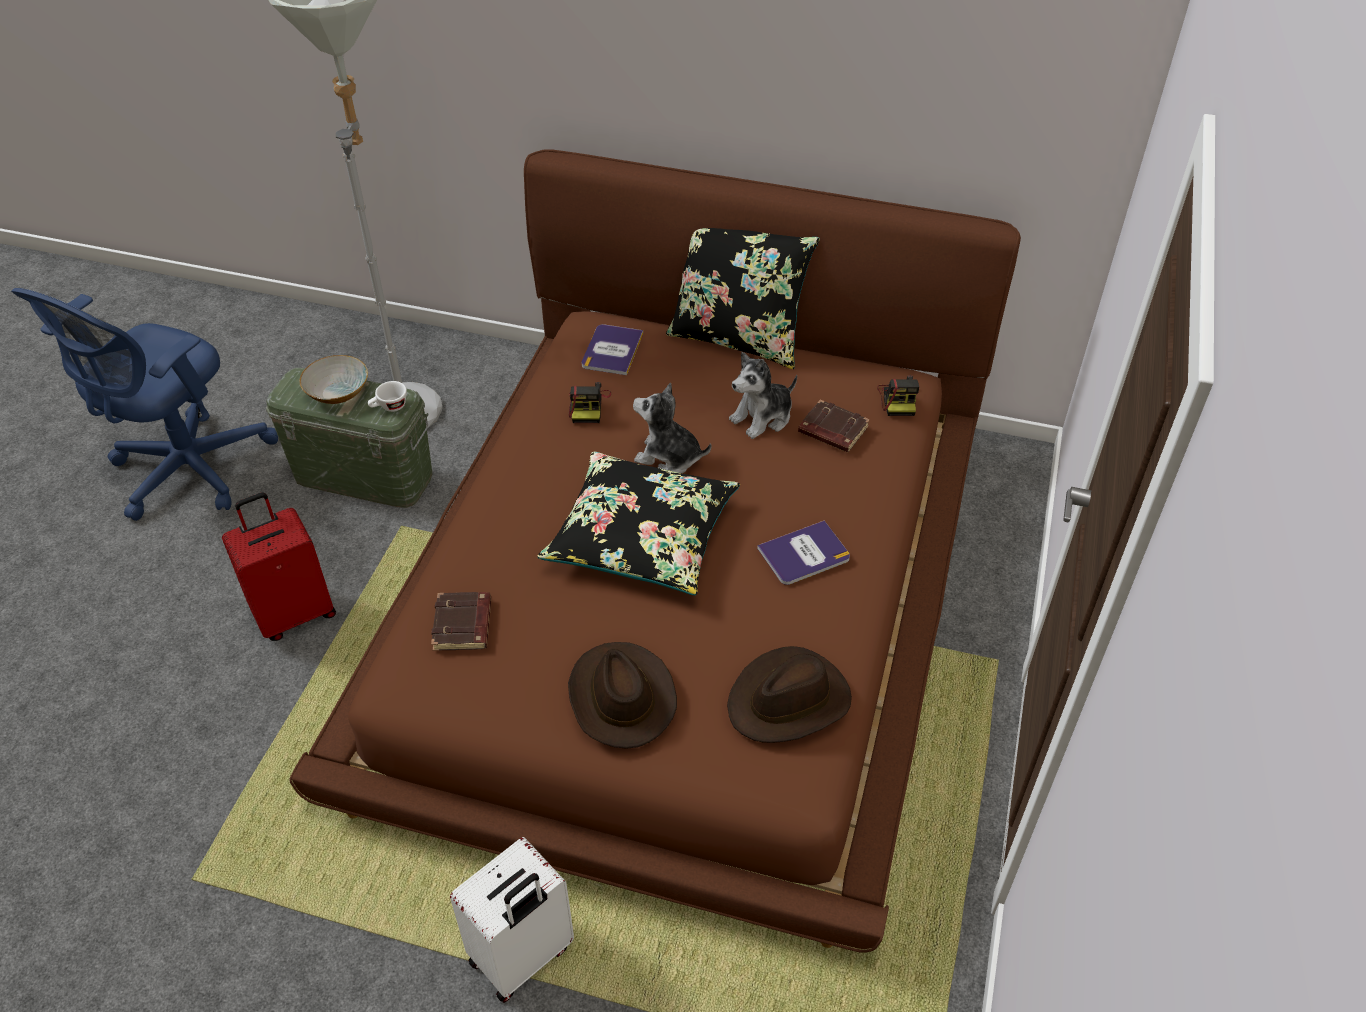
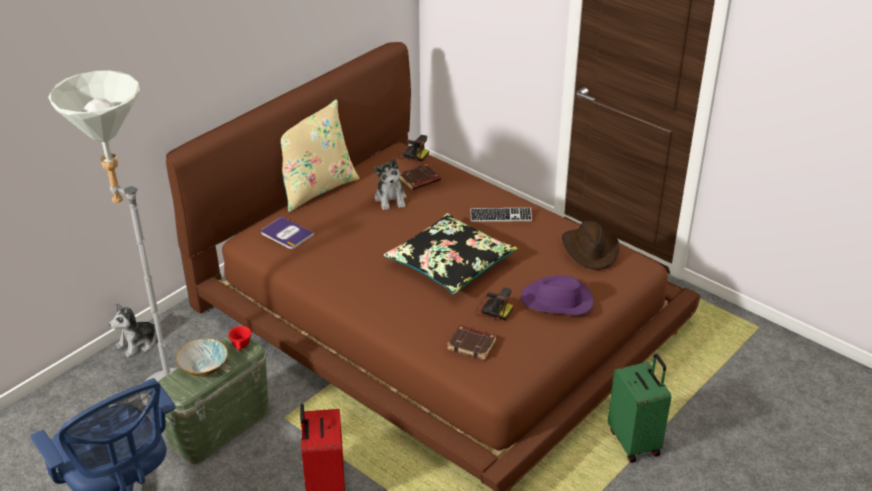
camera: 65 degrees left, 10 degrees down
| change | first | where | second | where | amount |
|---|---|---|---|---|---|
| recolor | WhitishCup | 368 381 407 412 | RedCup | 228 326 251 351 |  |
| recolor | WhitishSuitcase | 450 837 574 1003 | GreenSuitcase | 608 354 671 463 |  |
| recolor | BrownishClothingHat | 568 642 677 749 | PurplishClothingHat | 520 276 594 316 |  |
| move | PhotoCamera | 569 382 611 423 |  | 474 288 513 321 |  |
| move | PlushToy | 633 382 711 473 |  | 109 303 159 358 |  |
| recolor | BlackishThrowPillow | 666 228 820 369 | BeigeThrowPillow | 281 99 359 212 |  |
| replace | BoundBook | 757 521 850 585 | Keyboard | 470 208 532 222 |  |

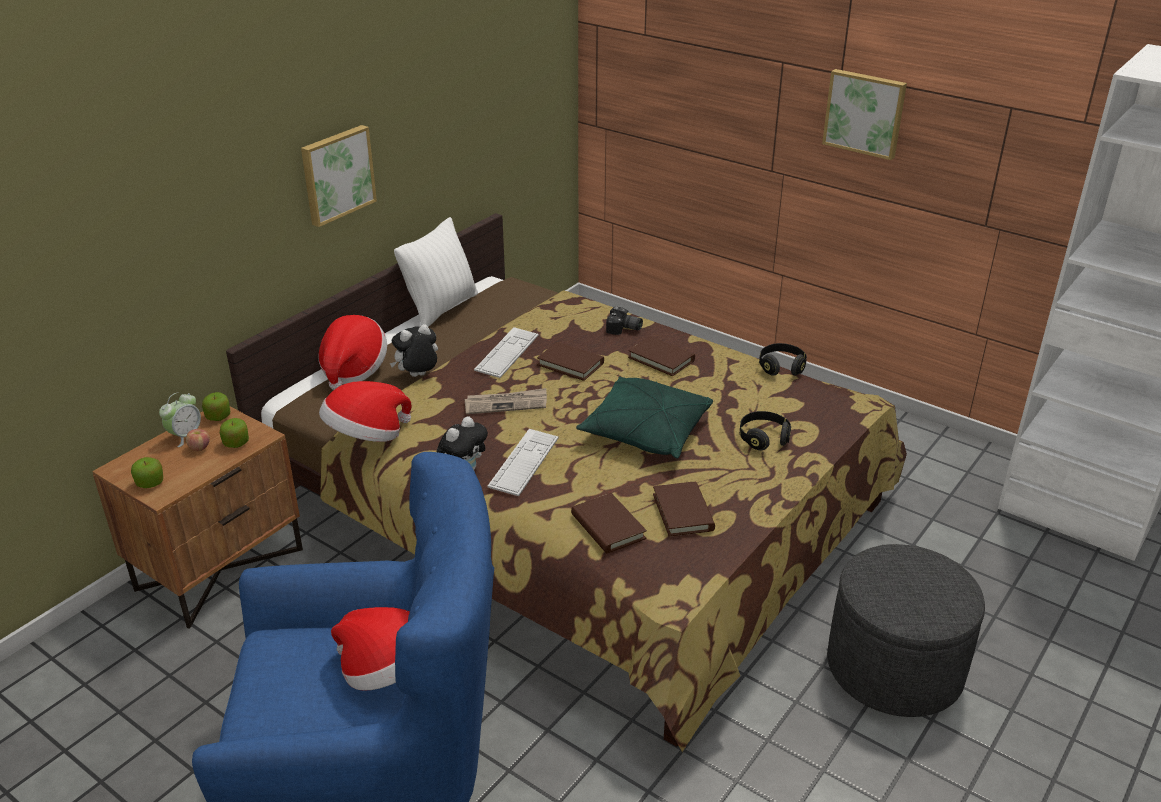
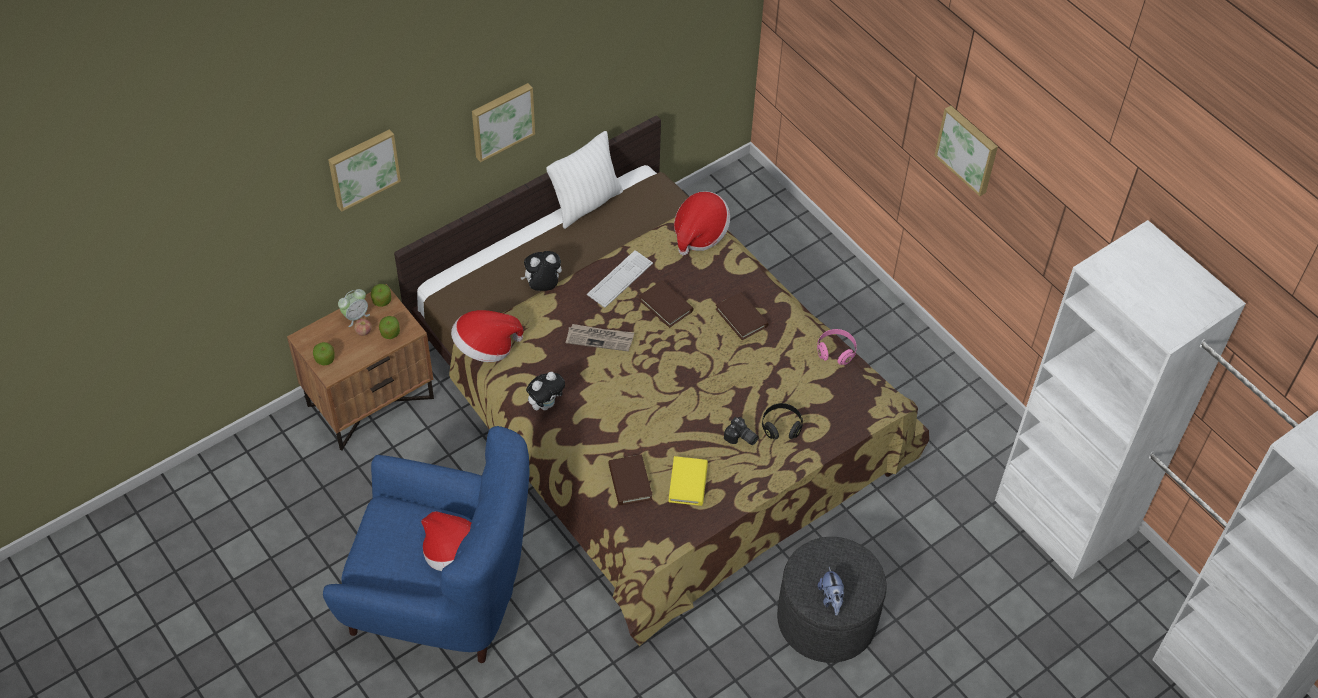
camera: 15 degrees right, 20 degrees up
| change | first | where | second | where | amount |
|---|---|---|---|---|---|
| move | ClothingHat | 318 315 387 390 |  | 674 191 730 255 |  |
| delete | Keyboard | 488 429 558 496 |  |  |  |
| delete | GreenThrowPillow | 576 376 713 459 |  |  |  |
| move | PhotoCamera | 606 307 643 335 |  | 724 417 759 445 |  |
| recolor | BrownishBoundBook | 653 482 715 537 | YellowBoundBook | 668 456 708 506 |  |
| recolor | BlackishHeadphones | 759 343 807 376 | PinkColouredHeadphones | 817 329 857 365 |  |
| insert |  |  | WallPicture | 328 129 401 212 |  |
| insert |  |  | PlushToy | 818 567 844 616 |  |

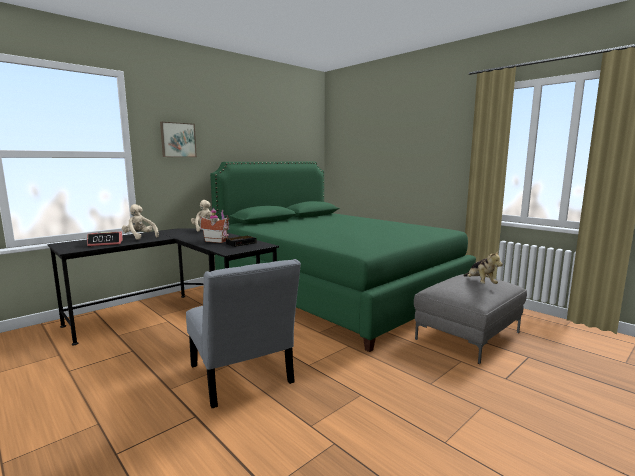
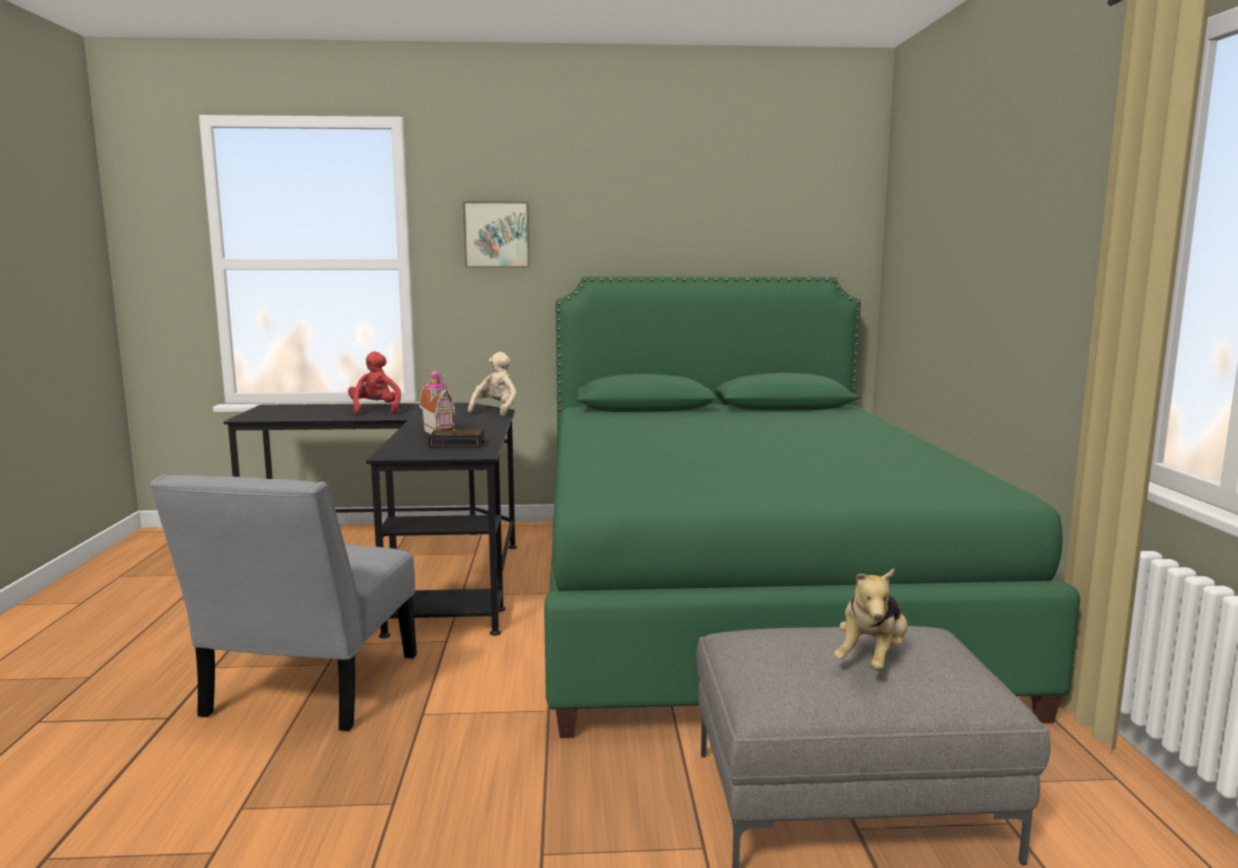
camera: 40 degrees right, 0 degrees up
| change | first | where | second | where | amount |
|---|---|---|---|---|---|
| delete | TableClock | 87 232 123 246 |  |  |  |
| recolor | BeigePlushToy | 122 204 159 240 | RedPlushToy | 348 351 401 414 |  |

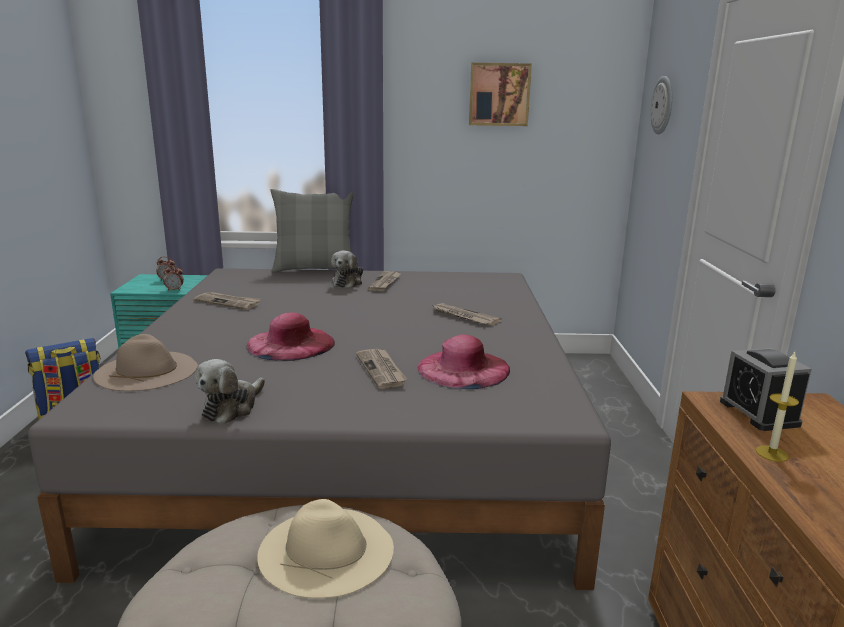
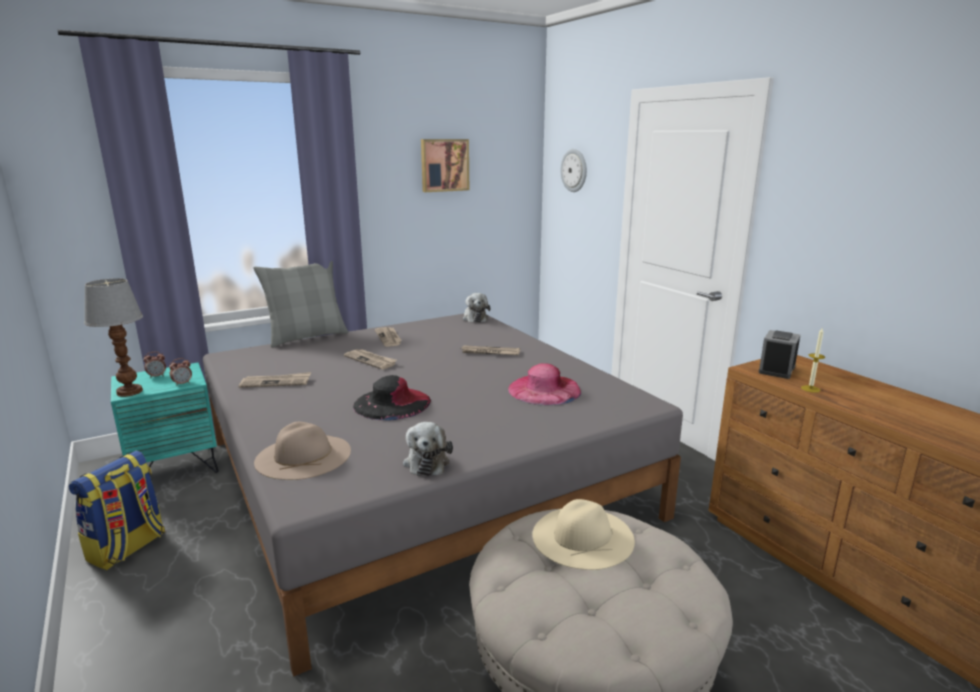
camera: 30 degrees left, 0 degrees up
| change | first | where | second | where | amount |
|---|---|---|---|---|---|
| recolor | PinkColouredClothingHat | 247 313 335 361 | BlackishClothingHat | 353 375 431 421 |  |
| move | PlushToy | 331 250 363 288 |  | 462 293 490 323 |  |
| move | DailyPaper | 356 349 407 389 |  | 344 349 397 370 |  |
| rotate | TableClock | 720 348 812 431 |  | 759 330 801 379 | 75 degrees clockwise |
| insert |  |  | LampForATable | 84 278 143 397 |  |

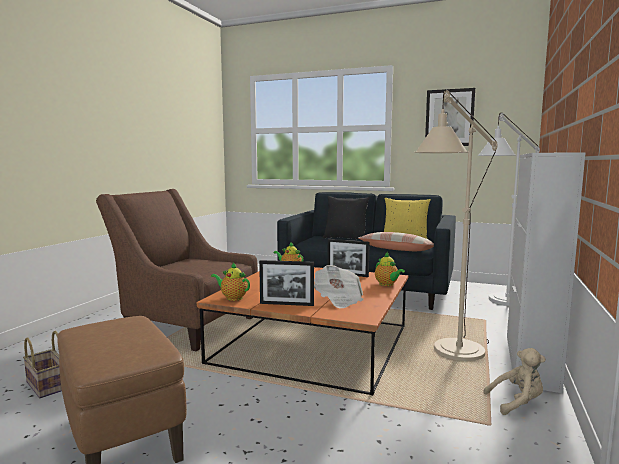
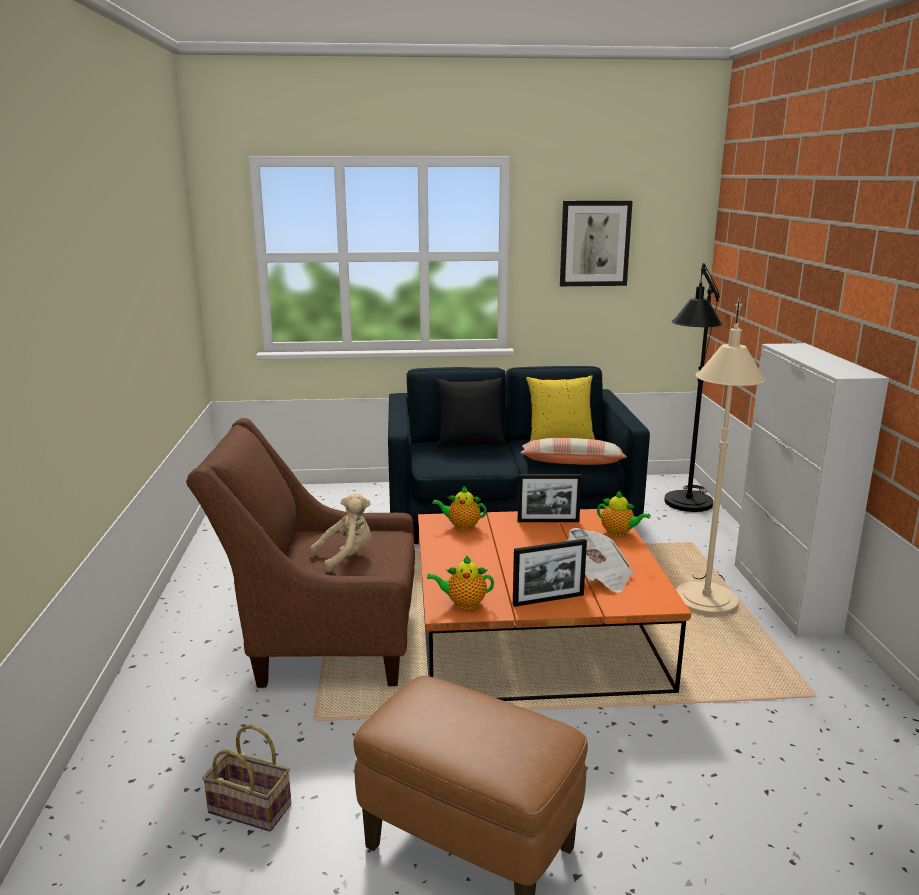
camera: 25 degrees left, 10 degrees up
| change | first | where | second | where | amount |
|---|---|---|---|---|---|
| recolor | WhitishFloorLamp | 477 112 540 306 | BlackishFloorLamp | 664 263 723 512 |  |
| move | BeigePlushToy | 483 348 546 415 |  | 310 493 372 572 |  |

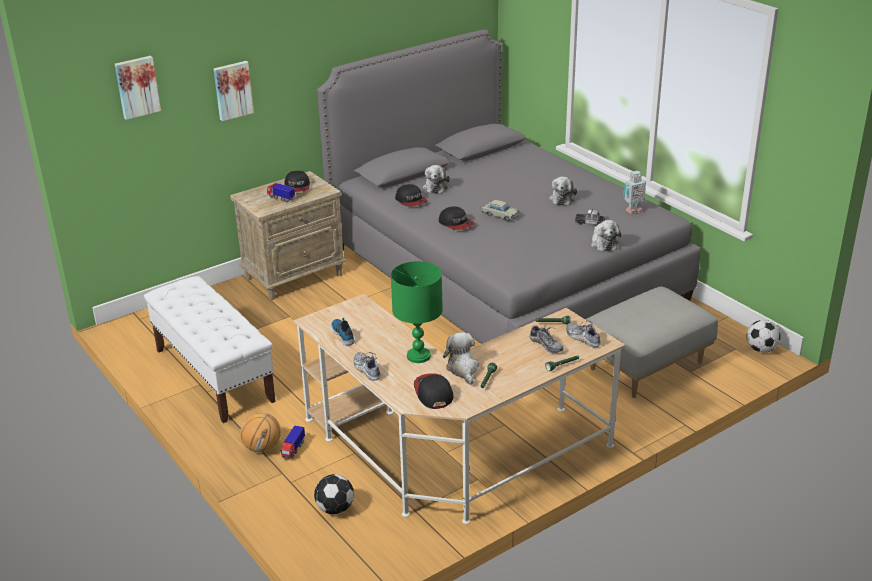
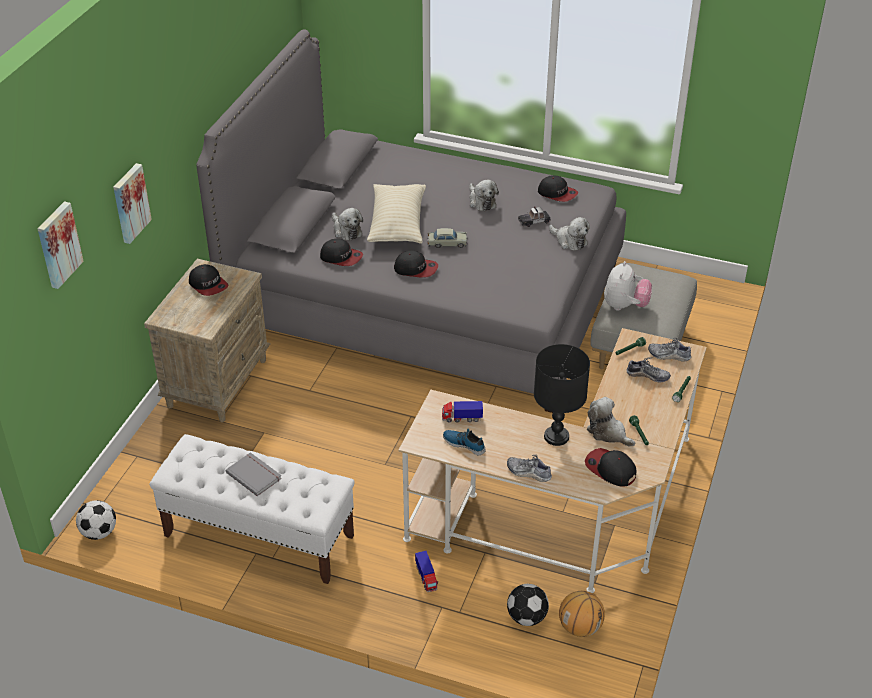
camera: 35 degrees left, 10 degrees up
| change | first | where | second | where | amount |
|---|---|---|---|---|---|
| move | Basketball | 240 412 281 452 |  | 559 591 605 637 |  |
| move | ToyTruck | 267 183 295 202 |  | 442 401 483 423 |  |
| recolor | GreenLampForATable | 391 261 443 363 | BlackishLampForATable | 534 344 590 446 |  |
| replace | RobotFigure | 623 171 646 214 | PeakedCap | 538 175 578 202 |  |
| move | Football | 747 320 781 353 |  | 76 500 116 540 |  |
| insert |  |  | GreyBoundBook | 226 452 282 496 |  |
| insert |  |  | BeigeThrowPillow | 367 184 426 244 |  |
| insert |  |  | PlushToy | 604 261 652 311 |  |

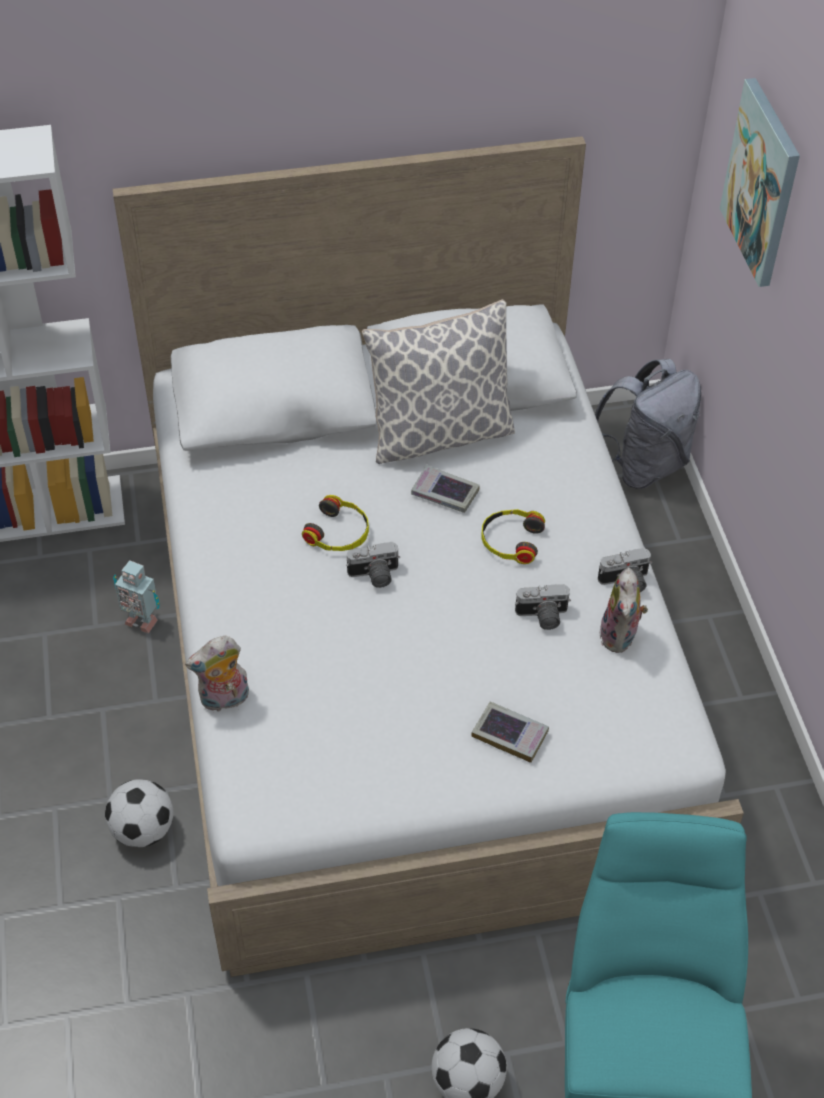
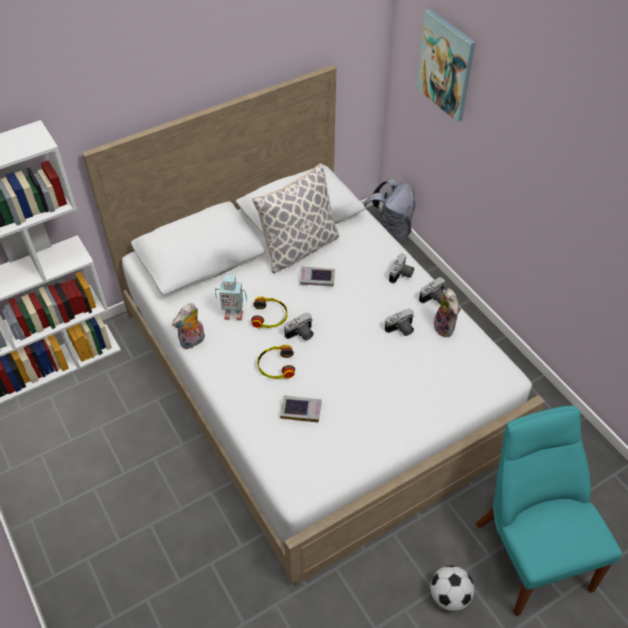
camera: 20 degrees left, 0 degrees up
| change | first | where | second | where | amount |
|---|---|---|---|---|---|
| delete | Football | 105 779 173 847 |  |  |  |
| move | RobotFigure | 113 560 160 634 |  | 215 275 247 321 |  |
| move | PlushToy | 185 636 249 712 |  | 172 303 205 350 |  |
| move | BoundBook | 471 701 549 763 |  | 280 396 321 422 |  |
| move | Headphones | 481 509 545 564 |  | 257 345 295 379 |  |
| insert |  |  | PhotoCamera | 389 254 414 284 |  |

